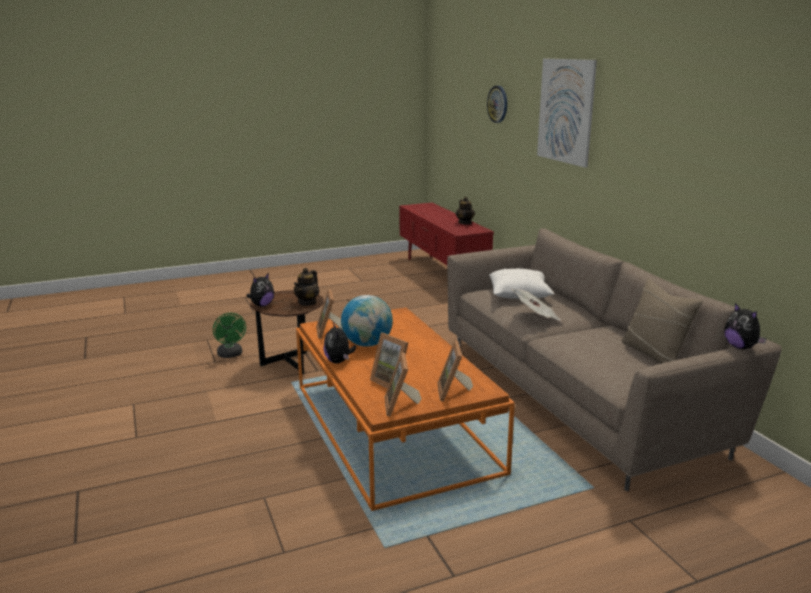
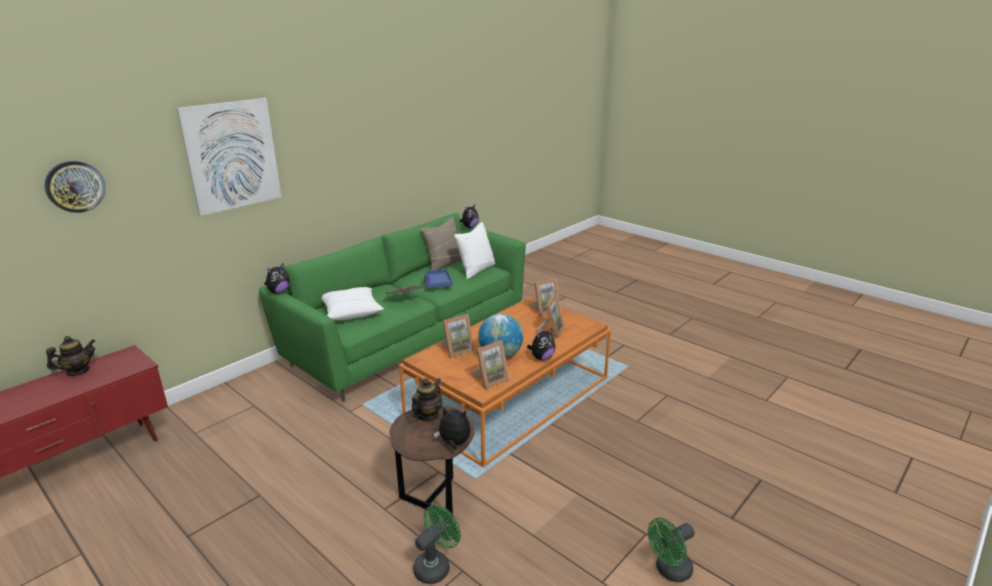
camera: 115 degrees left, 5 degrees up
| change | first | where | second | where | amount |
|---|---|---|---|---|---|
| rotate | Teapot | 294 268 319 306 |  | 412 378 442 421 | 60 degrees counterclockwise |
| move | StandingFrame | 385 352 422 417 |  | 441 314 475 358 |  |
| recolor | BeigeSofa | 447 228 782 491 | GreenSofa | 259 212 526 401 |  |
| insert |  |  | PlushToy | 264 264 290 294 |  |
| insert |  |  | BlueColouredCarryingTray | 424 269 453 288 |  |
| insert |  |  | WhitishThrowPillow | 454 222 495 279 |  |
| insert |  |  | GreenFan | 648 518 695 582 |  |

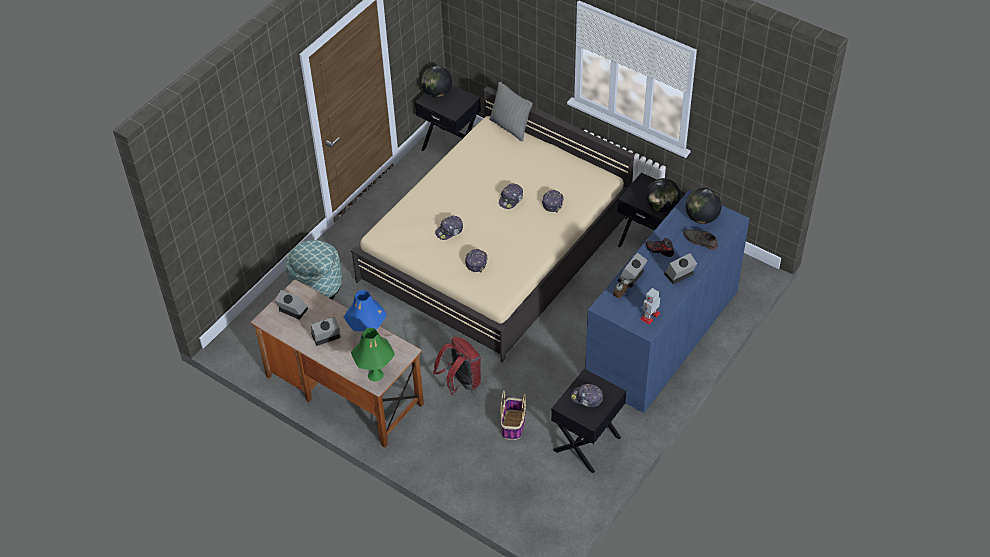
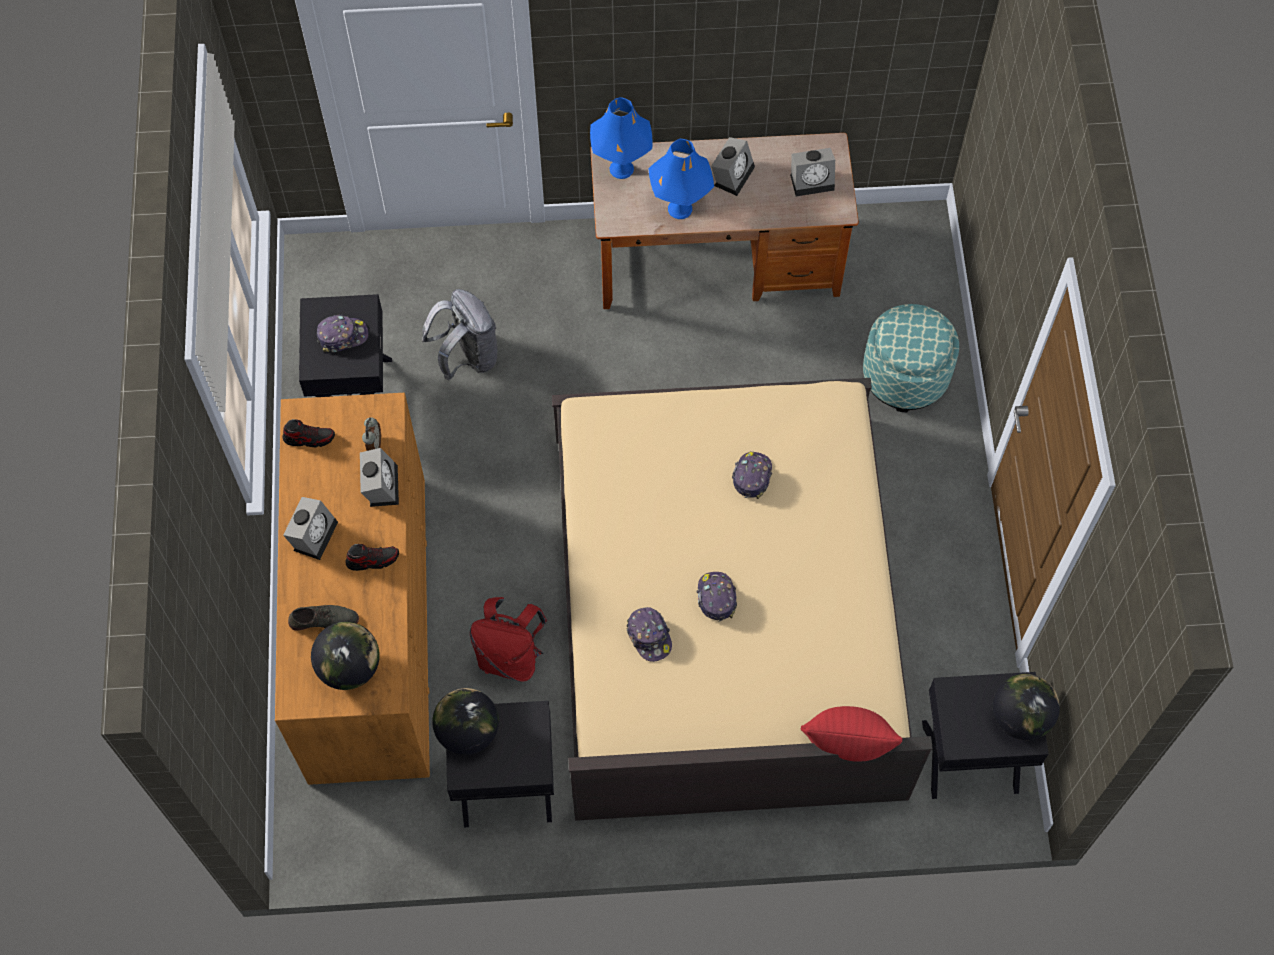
camera: 140 degrees right, 15 degrees up
| change | first | where | second | where | amount |
|---|---|---|---|---|---|
| recolor | GreenLampForATable | 351 328 395 382 | BlueColouredLampForATable | 590 97 653 179 |  |
| move | RedBackpack | 433 337 481 395 |  | 470 597 547 682 |  |
| delete | PeakedCap | 465 249 488 272 |  |  |  |
| recolor | GreyThrowPillow | 489 82 533 142 | RedThrowPillow | 801 706 903 762 |  |
| replace | Basket | 500 390 526 440 | GreyBackpack | 422 289 498 381 |  |
| recolor | BlueColouredDresser | 585 190 750 413 | BrownishDresser | 275 393 430 785 |  |
| replace | RobotFigure | 640 288 661 325 | ItemOfFootwear | 282 419 335 448 |  |

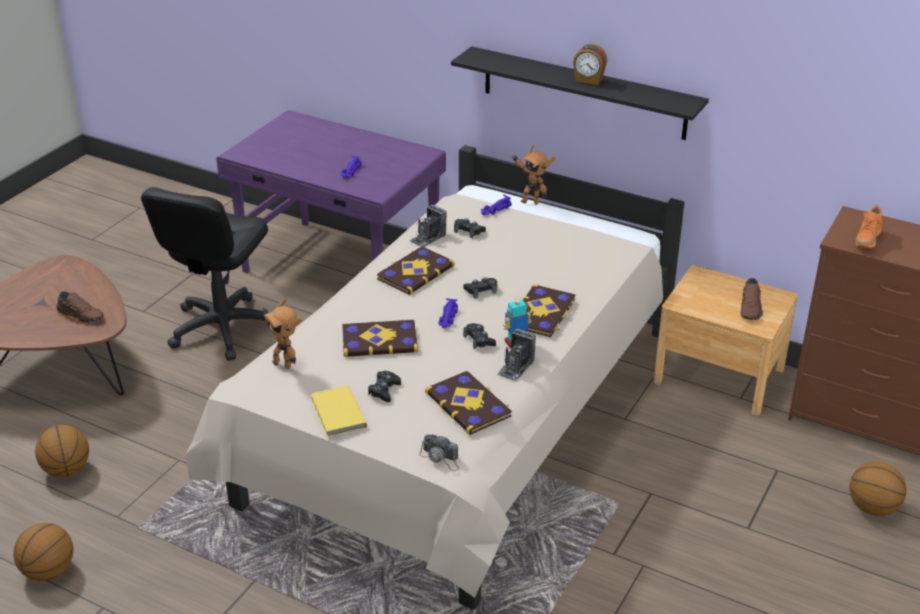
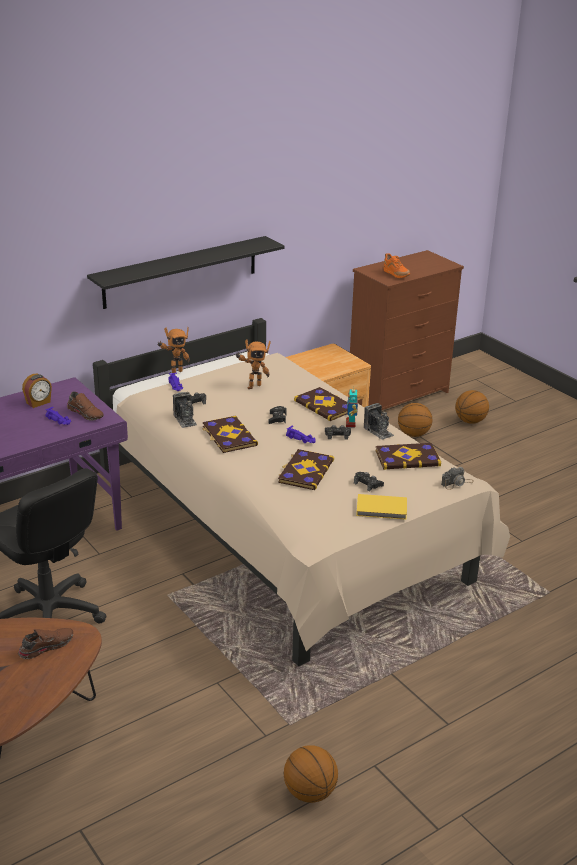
camera: 65 degrees left, 5 degrees down
| change | first | where | second | where | amount |
|---|---|---|---|---|---|
| move | Basketball | 35 425 89 477 |  | 398 403 432 437 |  |
| move | RobotFigure | 261 299 302 369 |  | 235 339 271 389 |  |
| move | TableClock | 573 44 607 85 |  | 22 374 52 408 |  |
| move | BrownishItemOfFootwear | 741 278 763 320 |  | 67 391 104 420 |  |

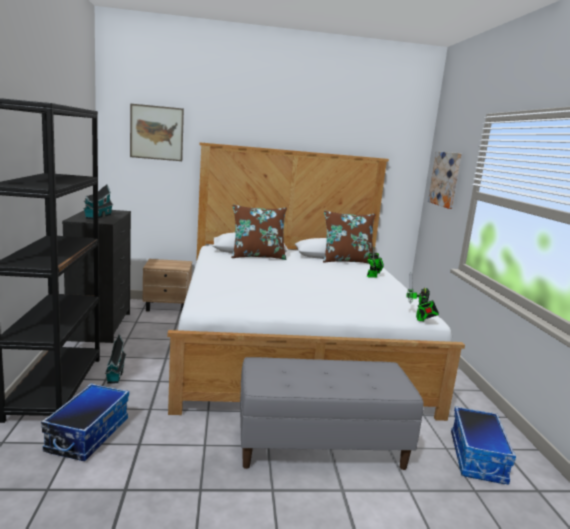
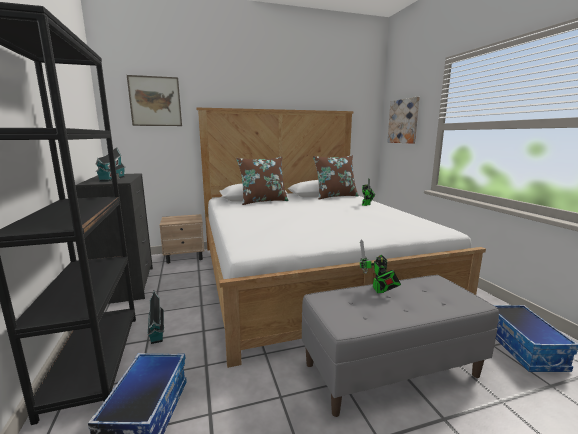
camera: 10 degrees left, 0 degrees up
| change | first | where | second | where | amount |
|---|---|---|---|---|---|
| move | RobotFigure | 406 272 439 321 |  | 360 239 401 293 |  |

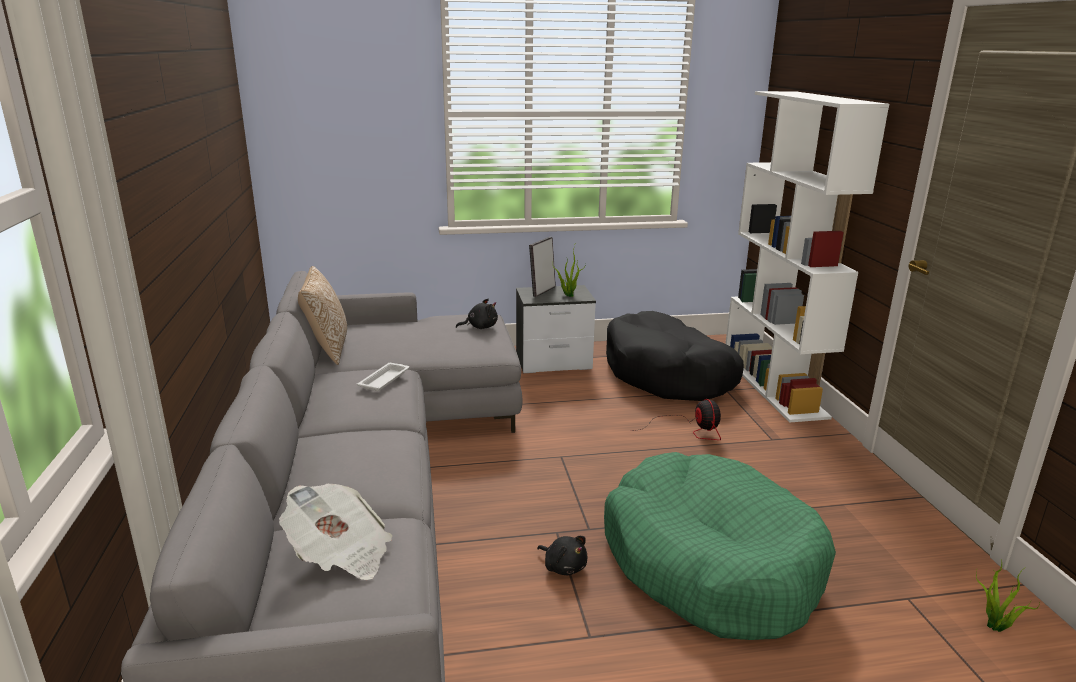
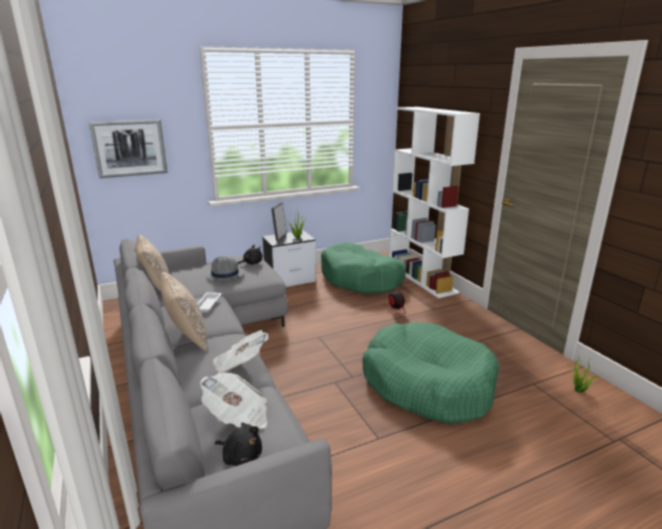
camera: 15 degrees left, 0 degrees up
| change | first | where | second | where | amount |
|---|---|---|---|---|---|
| move | BlackishPlushToy | 537 536 588 575 |  | 215 426 262 466 |  |
| recolor | BlackishDogBed | 606 311 744 401 | GreenDogBed | 321 242 406 294 |  |
| insert |  |  | WallPicture | 89 119 168 178 |  |
| insert |  |  | ThrowPillow | 160 272 208 352 |  |
| insert |  |  | GreyClothingHat | 206 256 244 281 |  |
| insert |  |  | DailyPaper | 213 330 268 375 |  |

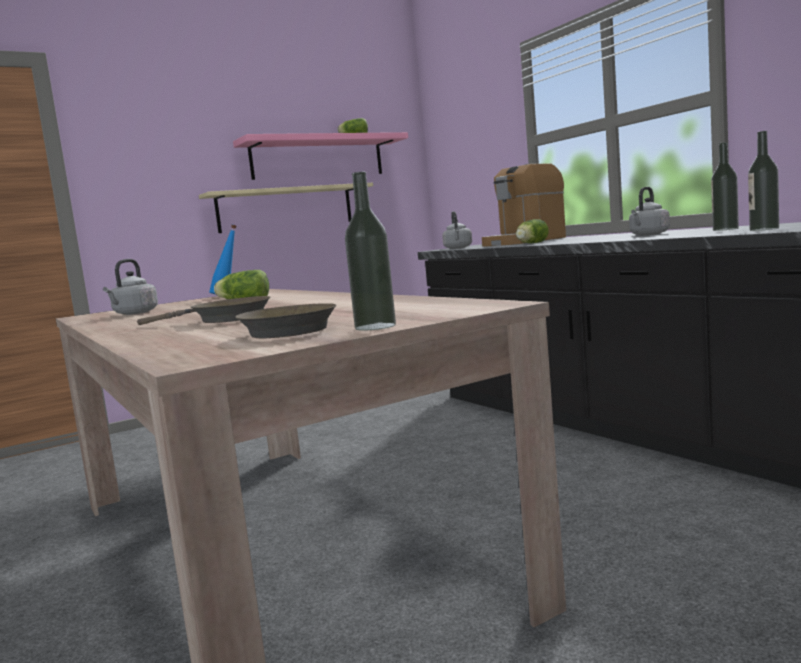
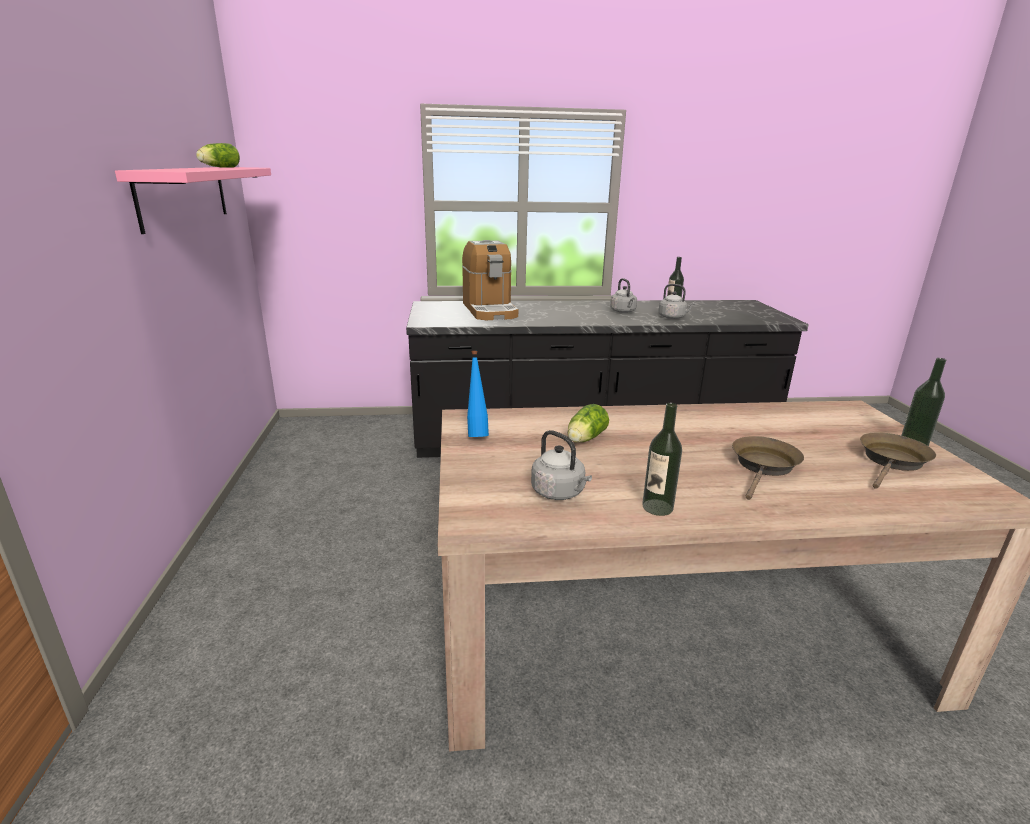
camera: 65 degrees left, 15 degrees up
| change | first | where | second | where | amount |
|---|---|---|---|---|---|
| delete | BeigeWallShelf | 199 182 373 233 |  |  |  |
| rotate | BrownishFryingPan | 236 303 337 338 |  | 860 432 936 489 | 75 degrees counterclockwise |
| move | GreyWaterKettle | 442 211 472 249 |  | 658 284 695 319 |  |
| delete | LettuceHead | 516 219 549 243 |  |  |  |
| move | DrinkBottle | 748 131 779 231 |  | 642 403 682 516 |  |

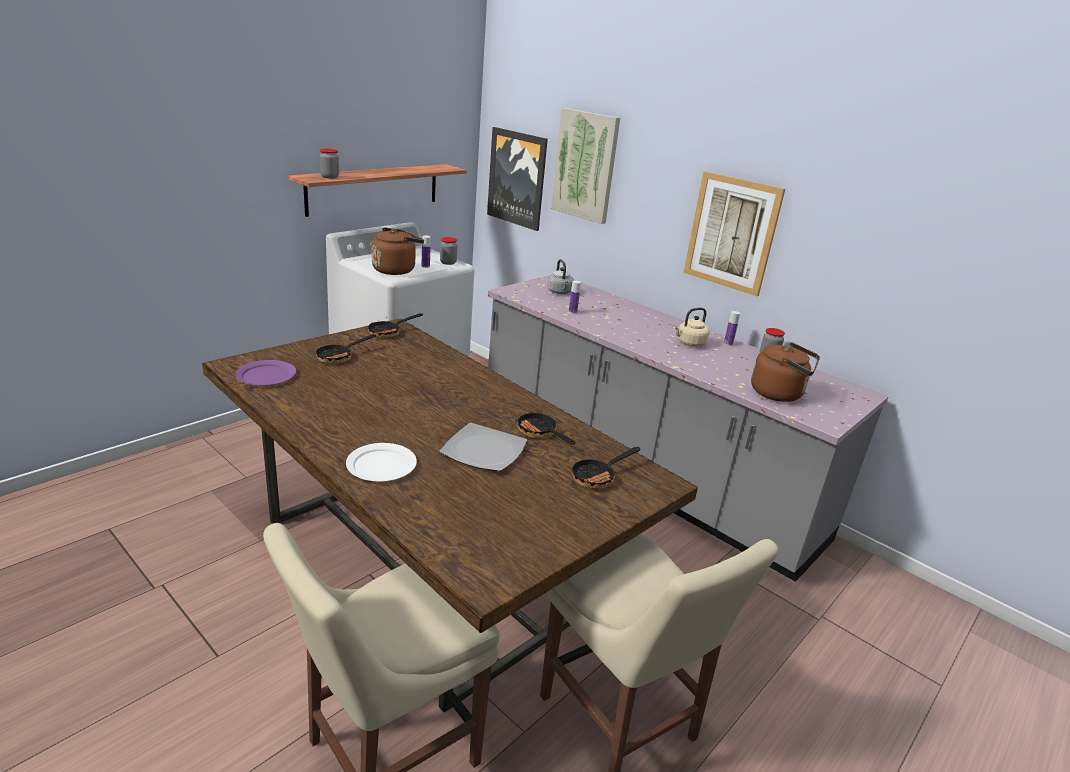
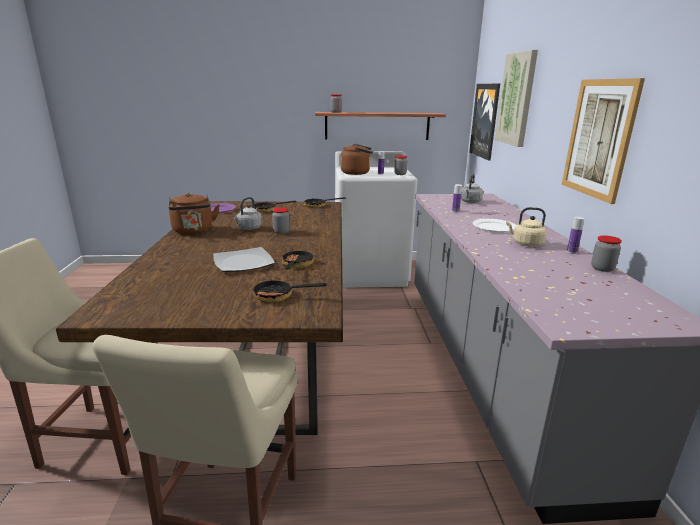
camera: 45 degrees right, 5 degrees down
| change | first | where | second | where | amount |
|---|---|---|---|---|---|
| move | WhitishDinnerPlate | 346 443 417 481 |  | 473 219 516 233 |  |
| move | BrownishWaterKettle | 751 342 820 402 |  | 168 193 220 235 |  |
| insert |  |  | GreyWaterKettle | 233 197 263 230 |  |
| insert |  |  | PreserveJar | 272 207 290 234 |  |

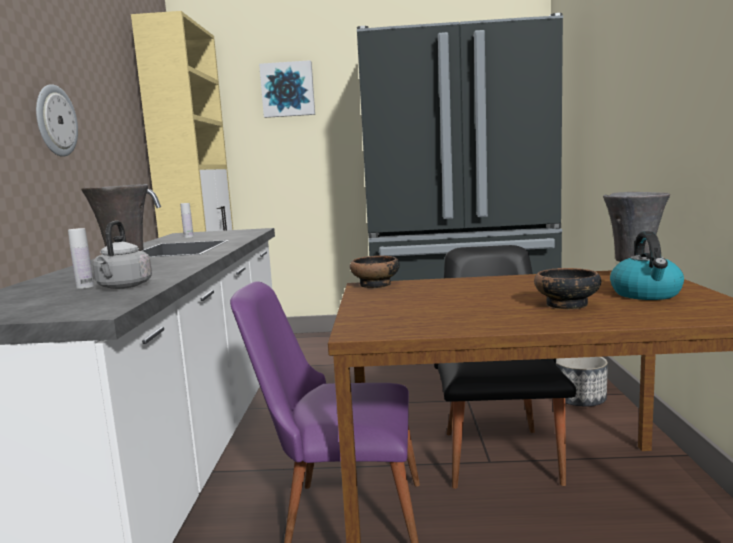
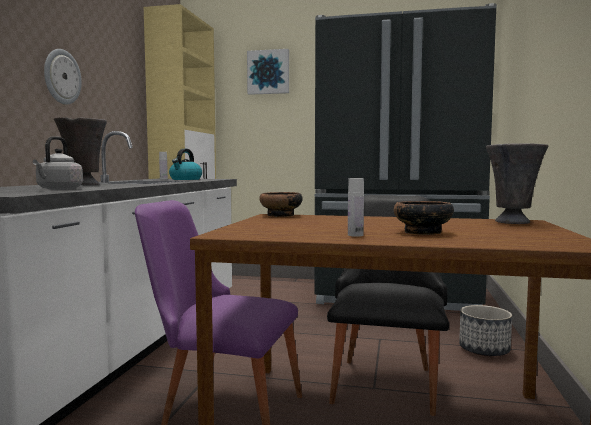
camera: 10 degrees right, 5 degrees down
| change | first | where | second | where | amount |
|---|---|---|---|---|---|
| move | WhitishDrinkBottle | 68 228 94 289 |  | 348 178 364 237 |  |
| move | WaterKettle | 610 231 684 300 |  | 169 149 202 180 |  |

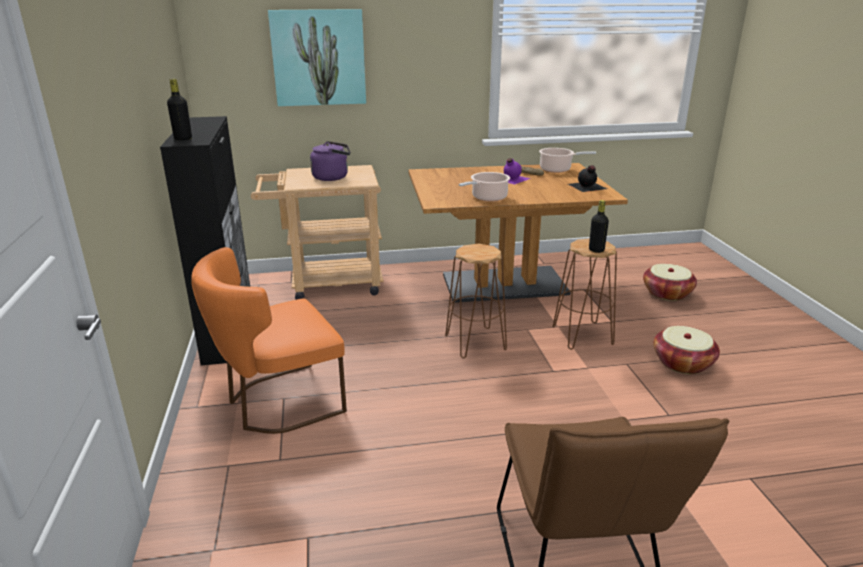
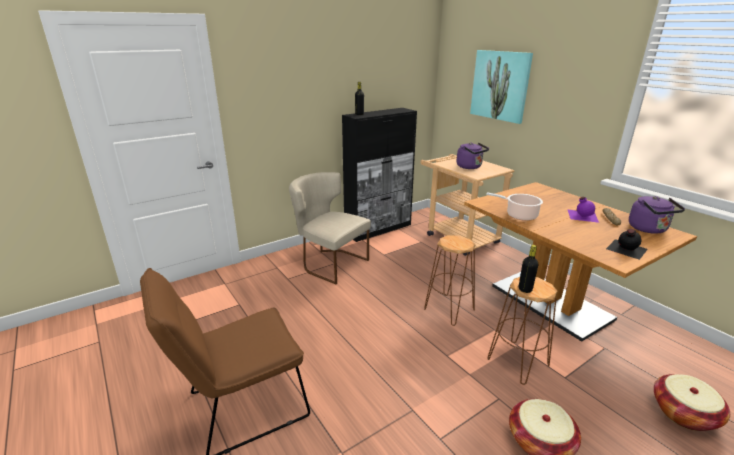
camera: 65 degrees right, 0 degrees up
| change | first | where | second | where | amount |
|---|---|---|---|---|---|
| recolor | OrangeUprightChair | 191 247 347 434 | BeigeUprightChair | 289 172 371 284 |  |
| replace | CookingPot | 539 148 596 173 | PurplishWaterKettle | 629 196 685 234 |  |

